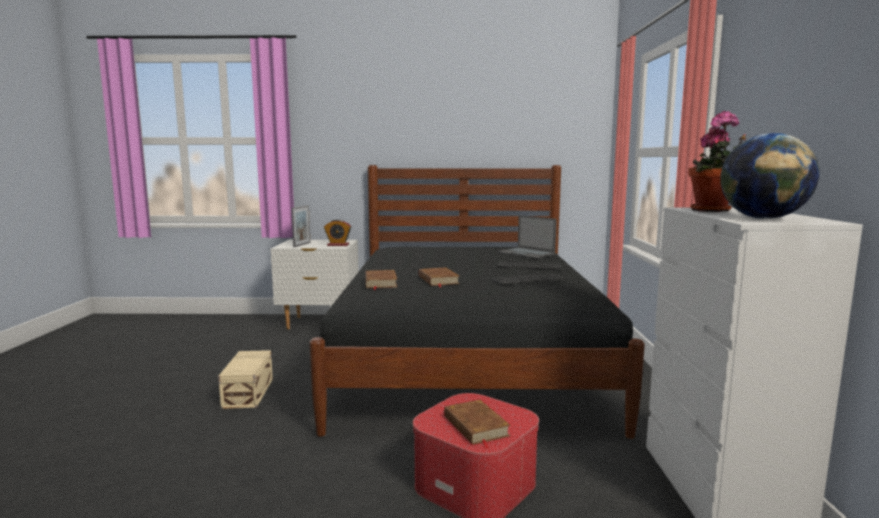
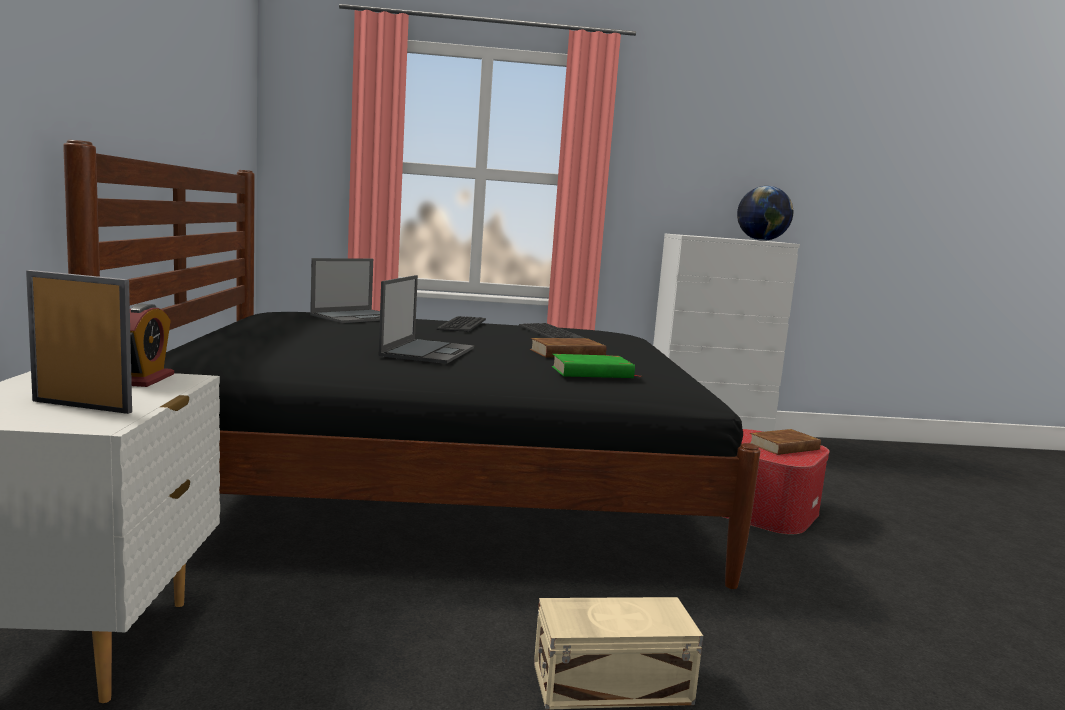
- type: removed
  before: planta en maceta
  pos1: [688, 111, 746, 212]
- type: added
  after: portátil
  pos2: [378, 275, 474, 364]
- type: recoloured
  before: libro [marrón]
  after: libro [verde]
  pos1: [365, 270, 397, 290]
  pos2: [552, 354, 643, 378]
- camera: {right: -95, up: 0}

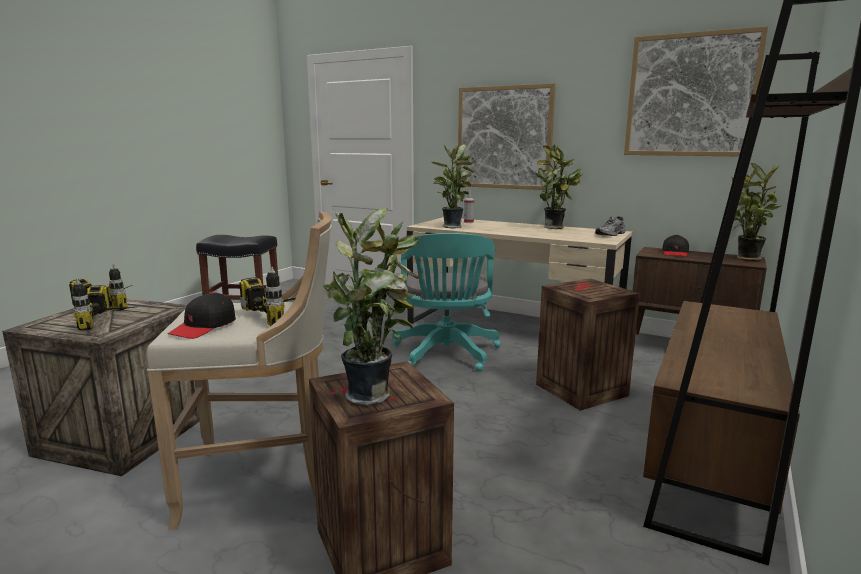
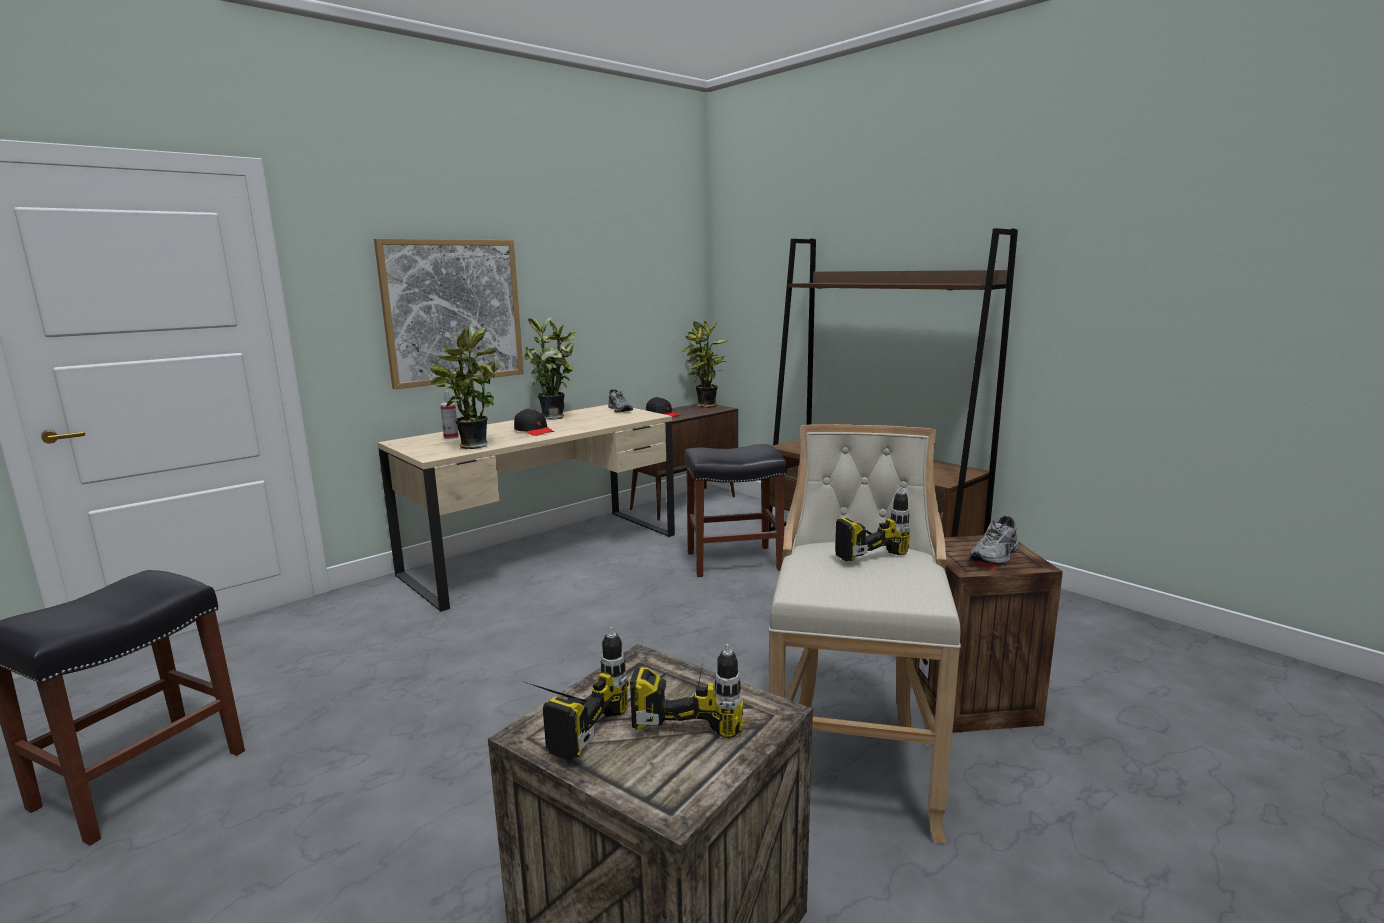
- type: removed
  before: silla de oficina [turquesa]
  pos1: [392, 233, 501, 372]
- type: removed
  before: cuadro
  pos1: [624, 26, 768, 156]
- type: moved
  before: gorra [negro]
  pos1: [168, 292, 236, 339]
  pos2: [514, 409, 554, 436]
- type: replaced
  before: planta en maceta
  after: zapato [gris]
  pos1: [323, 208, 423, 405]
  pos2: [969, 516, 1019, 564]
- type: replaced
  before: caja de embalaje
  after: taburete [negro]
  pos1: [536, 279, 640, 411]
  pos2: [684, 444, 787, 577]
- camera: {right: -70, up: 0}

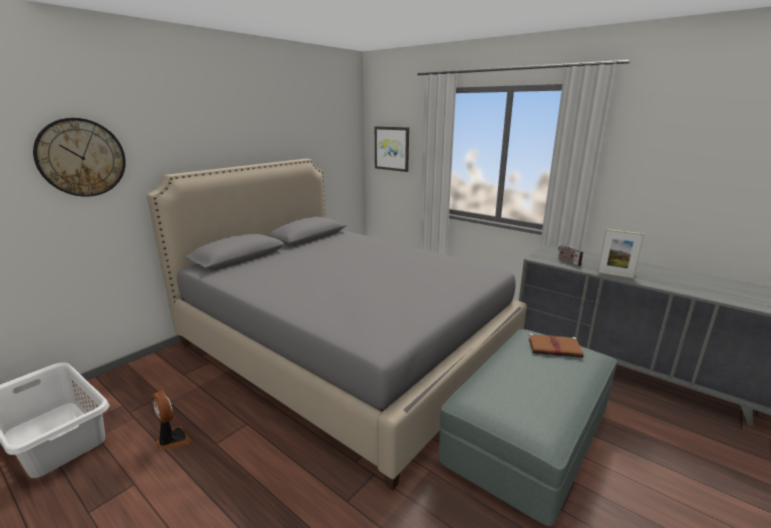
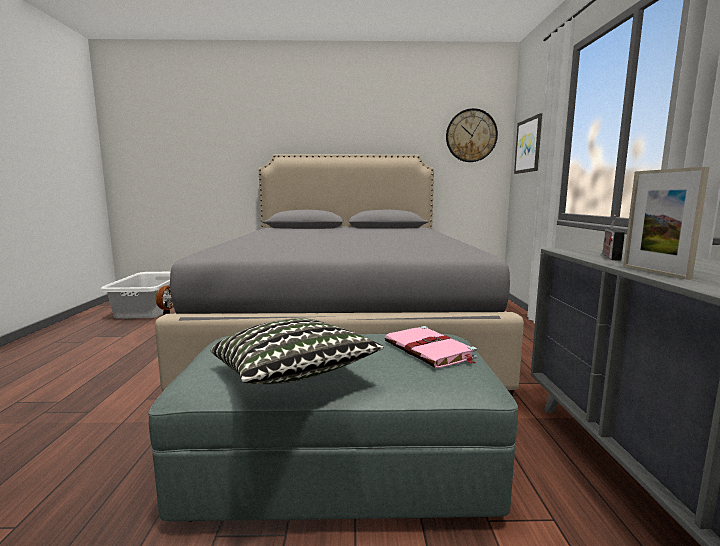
- type: added
  after: cojín
  pos2: [211, 318, 384, 384]
- type: moved
  before: reloj de pared
  pos1: [33, 118, 126, 197]
  pos2: [446, 108, 498, 162]
- type: recoloured
  before: libro [marrón]
  after: libro [rosa]
  pos1: [528, 333, 584, 358]
  pos2: [385, 326, 477, 368]
- camera: {right: 50, up: -10}

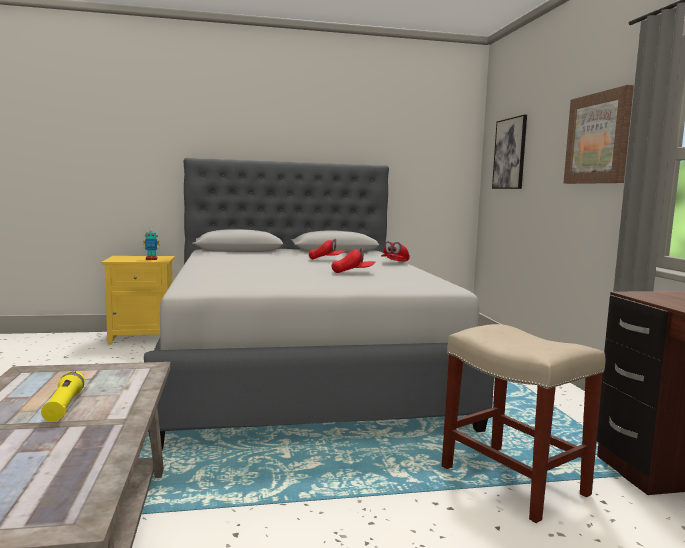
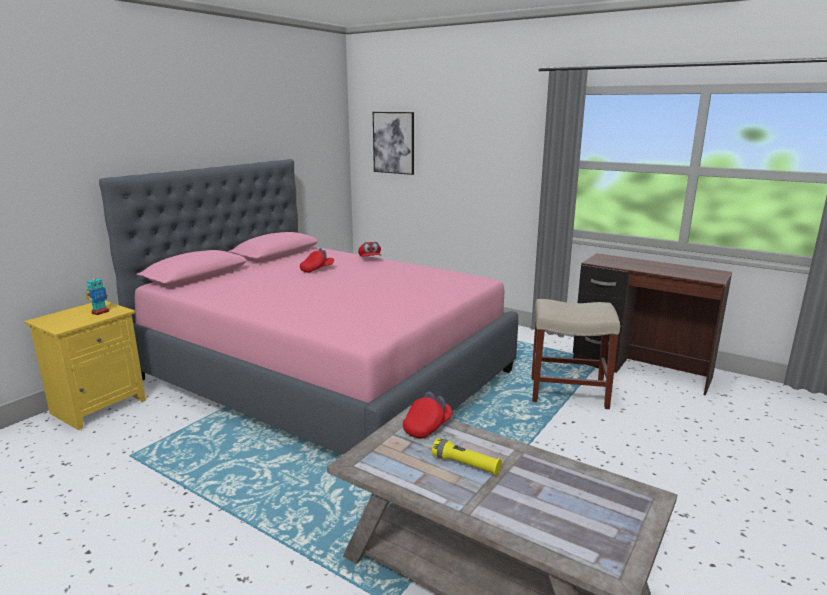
- type: removed
  before: cuadro
  pos1: [564, 85, 634, 184]
- type: moved
  before: gorra [rojo]
  pos1: [332, 247, 375, 273]
  pos2: [403, 392, 452, 439]
- type: recoloured
  before: cama [gris]
  after: cama [rosa]
  pos1: [144, 158, 494, 450]
  pos2: [99, 159, 518, 455]
- camera: {right: -45, up: 10}

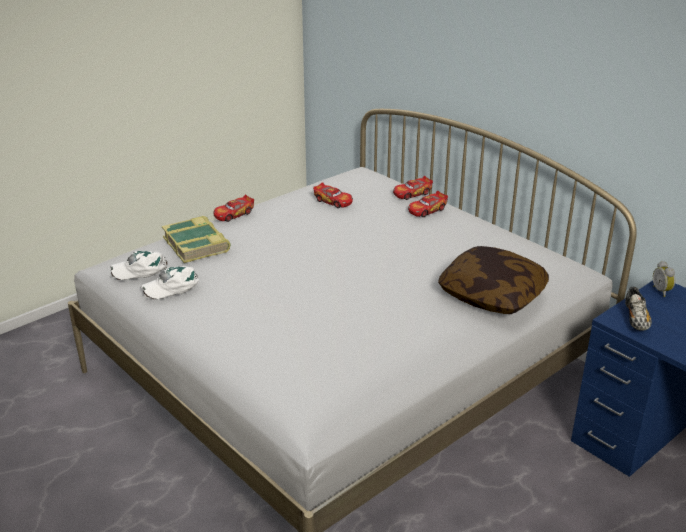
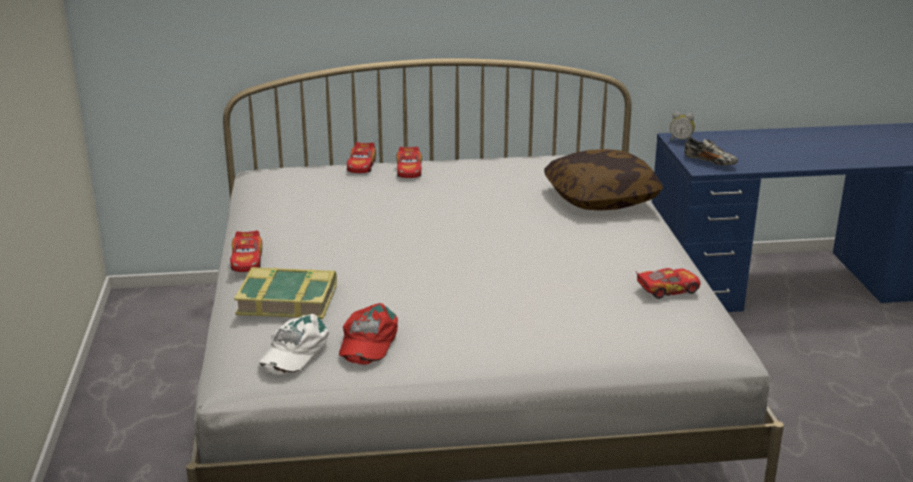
- type: moved
  before: coche de juguete
  pos1: [313, 182, 353, 208]
  pos2: [636, 268, 701, 299]
- type: recoloured
  before: gorra [blanco]
  after: gorra [rojo]
  pos1: [141, 266, 199, 299]
  pos2: [339, 303, 398, 365]
- camera: {right: -55, up: -5}

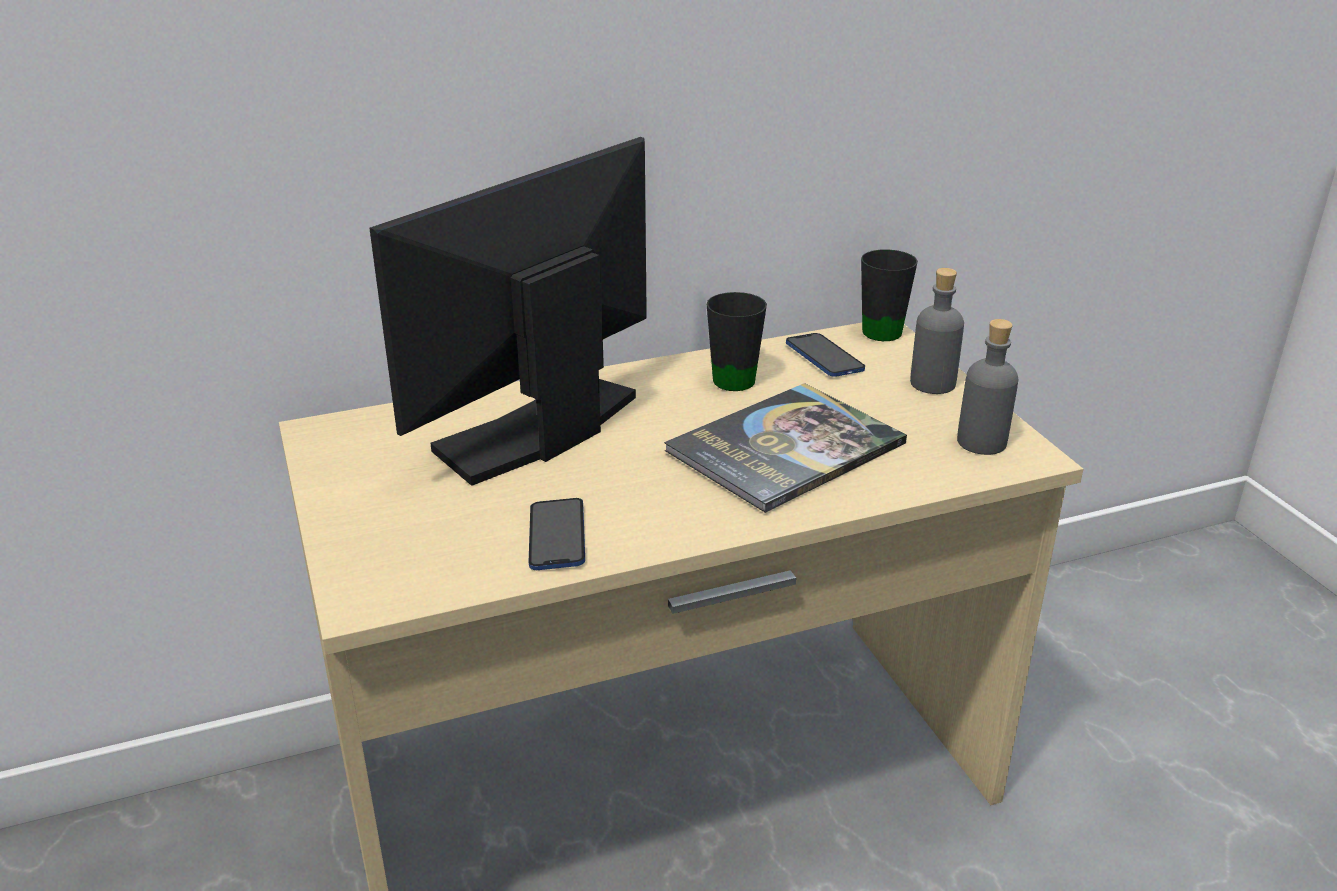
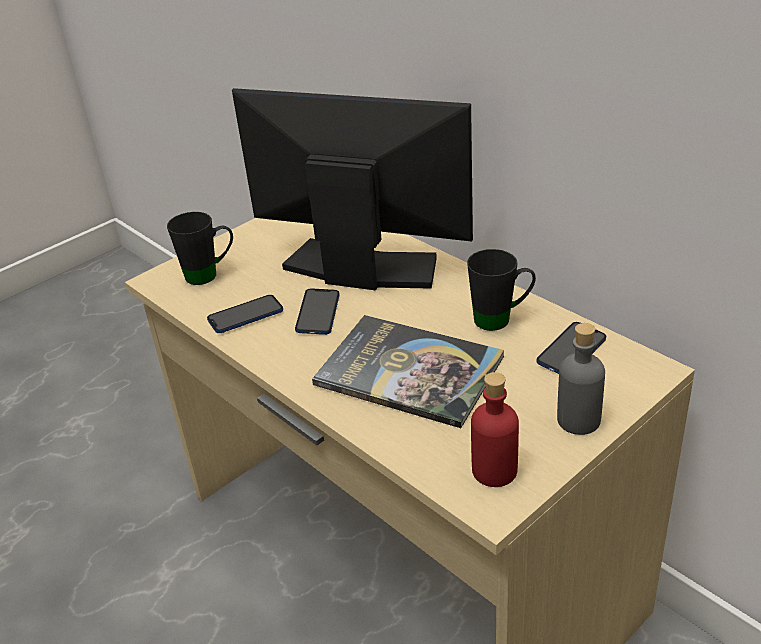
- type: added
  after: móvil
  pos2: [295, 288, 340, 335]
- type: moved
  before: taza grande [negro]
  pos1: [861, 249, 918, 341]
  pos2: [167, 212, 233, 285]
- type: recoloured
  before: botella [gris]
  after: botella [rojo]
  pos1: [957, 319, 1019, 455]
  pos2: [471, 372, 519, 487]
- camera: {right: 70, up: 5}

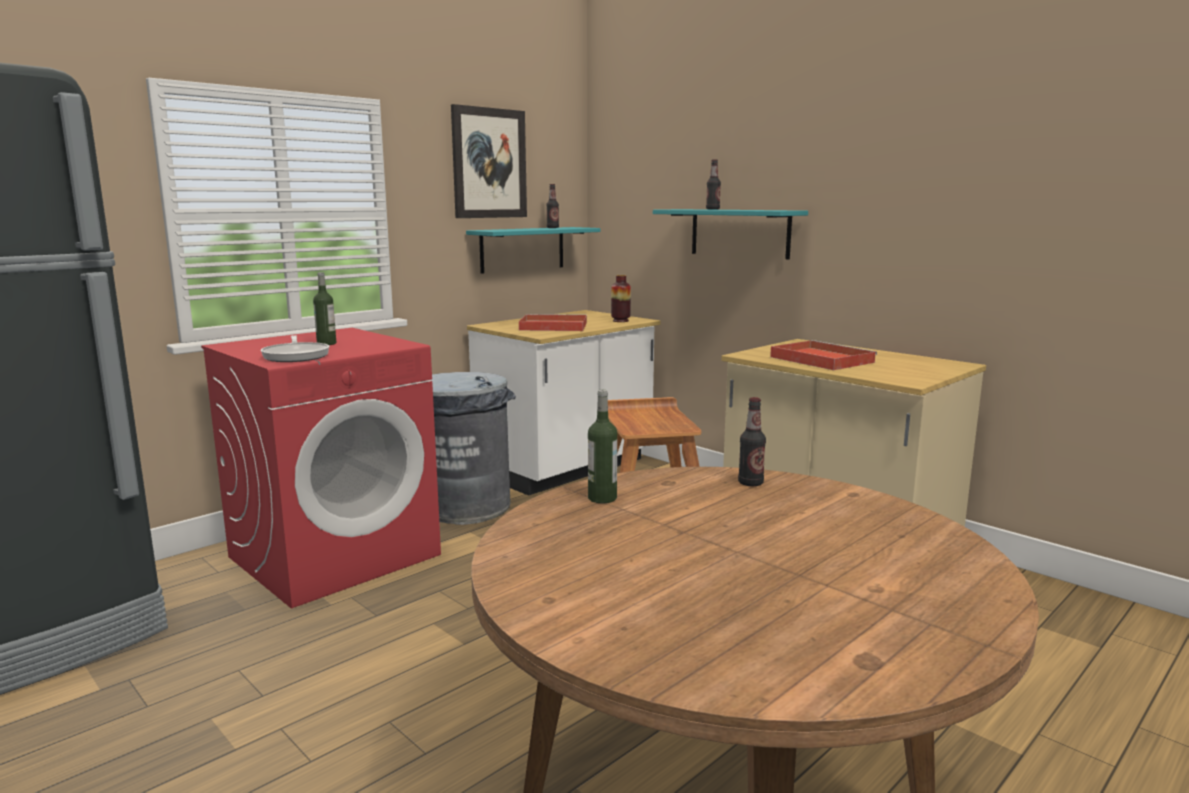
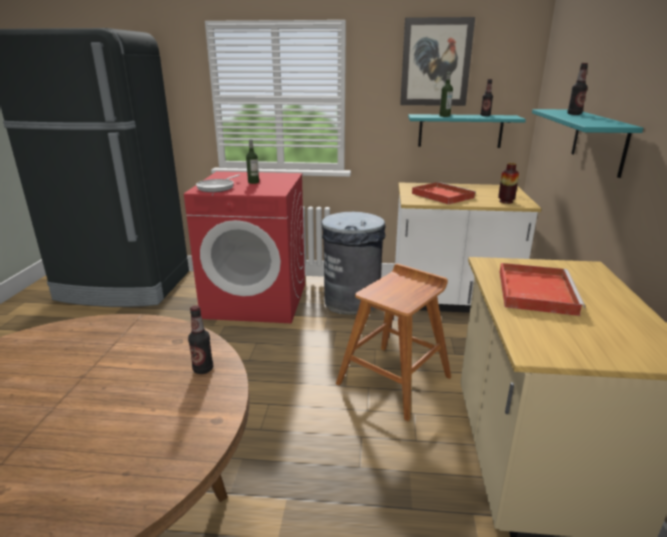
- type: moved
  before: botella
  pos1: [588, 390, 617, 503]
  pos2: [439, 71, 453, 117]
- camera: {right: 50, up: 10}

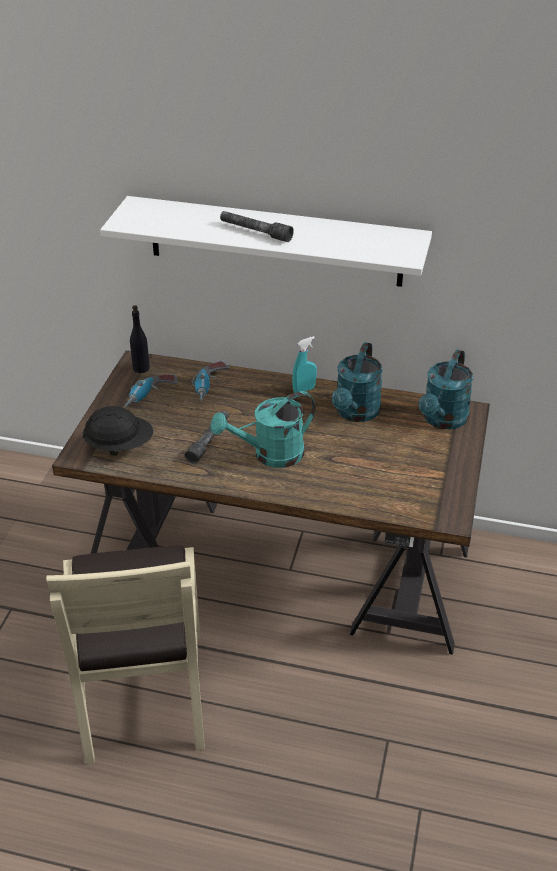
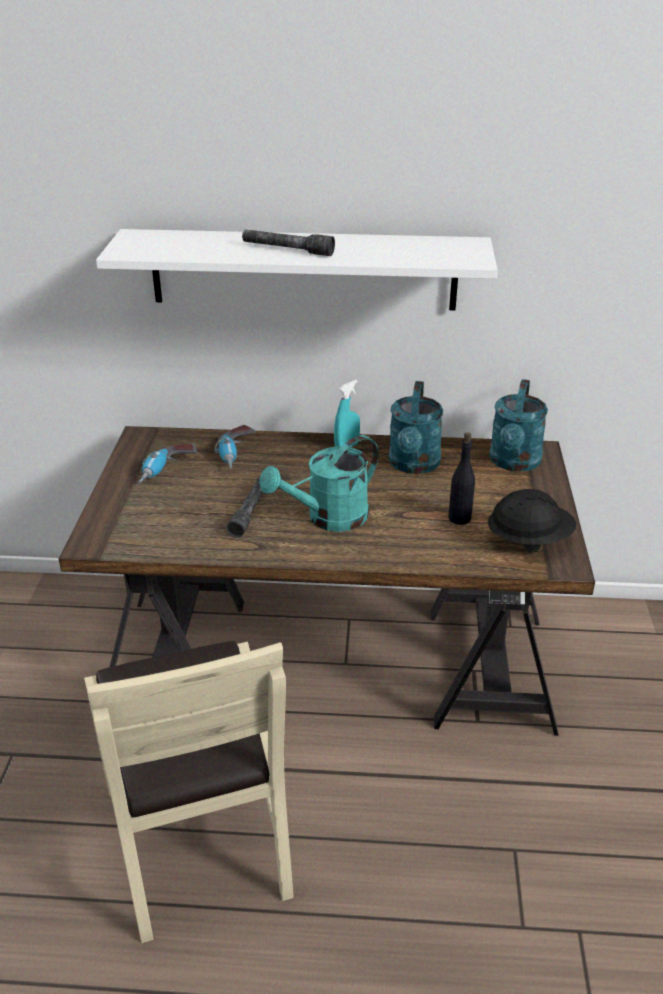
- type: moved
  before: casco [negro]
  pos1: [83, 406, 153, 456]
  pos2: [488, 489, 576, 553]
- type: moved
  before: botella [negro]
  pos1: [130, 305, 150, 373]
  pos2: [448, 432, 475, 525]
- camera: {right: -10, up: -5}

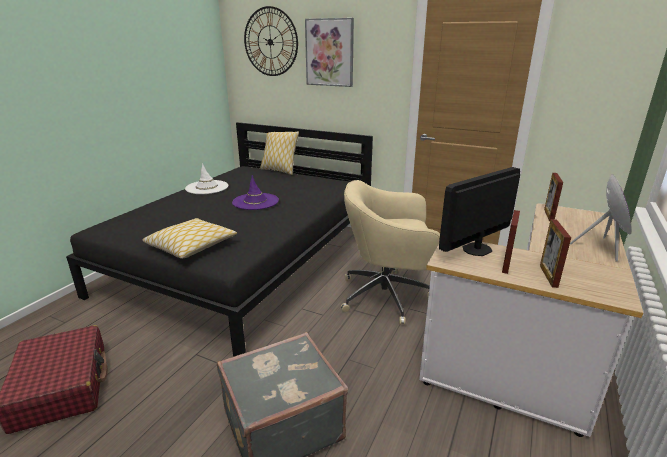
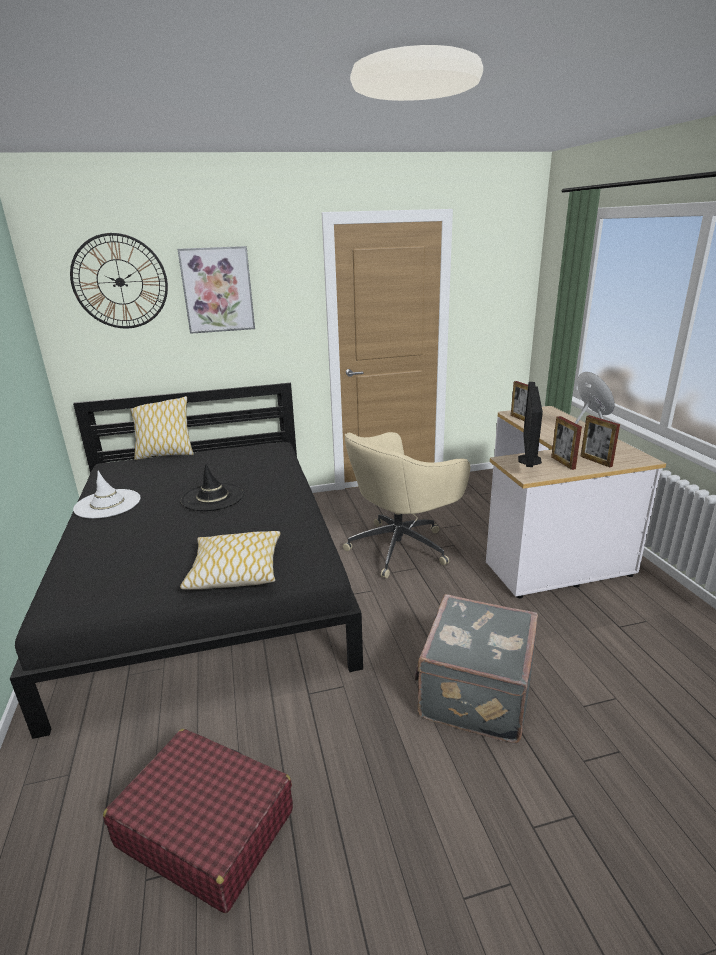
- type: recoloured
  before: sombrero [morado]
  after: sombrero [negro]
  pos1: [232, 175, 279, 210]
  pos2: [181, 463, 244, 511]
- camera: {right: -40, up: 0}

